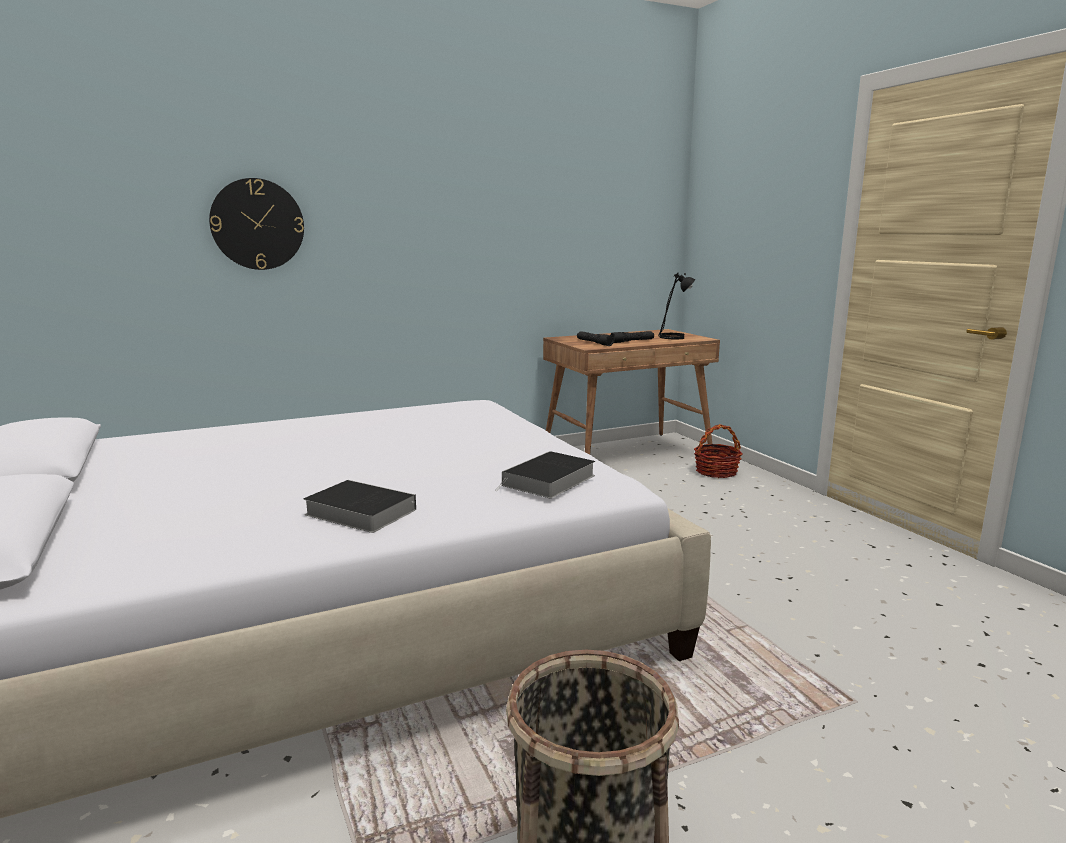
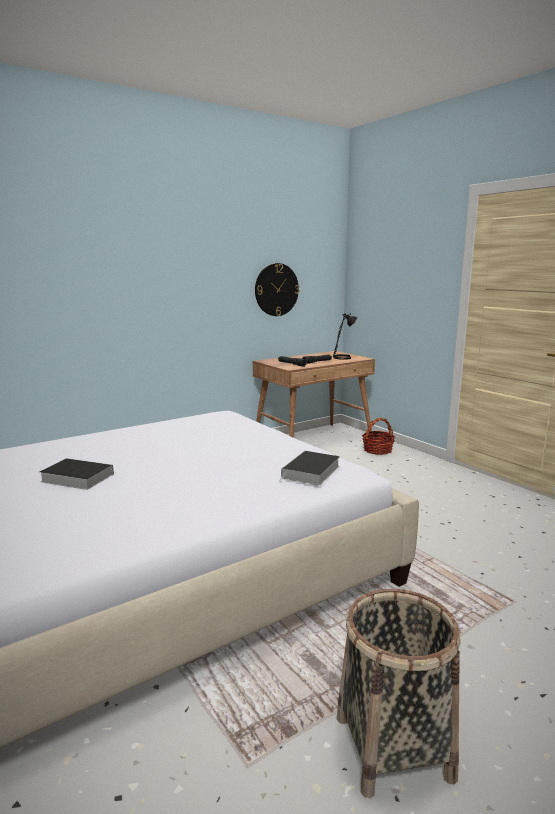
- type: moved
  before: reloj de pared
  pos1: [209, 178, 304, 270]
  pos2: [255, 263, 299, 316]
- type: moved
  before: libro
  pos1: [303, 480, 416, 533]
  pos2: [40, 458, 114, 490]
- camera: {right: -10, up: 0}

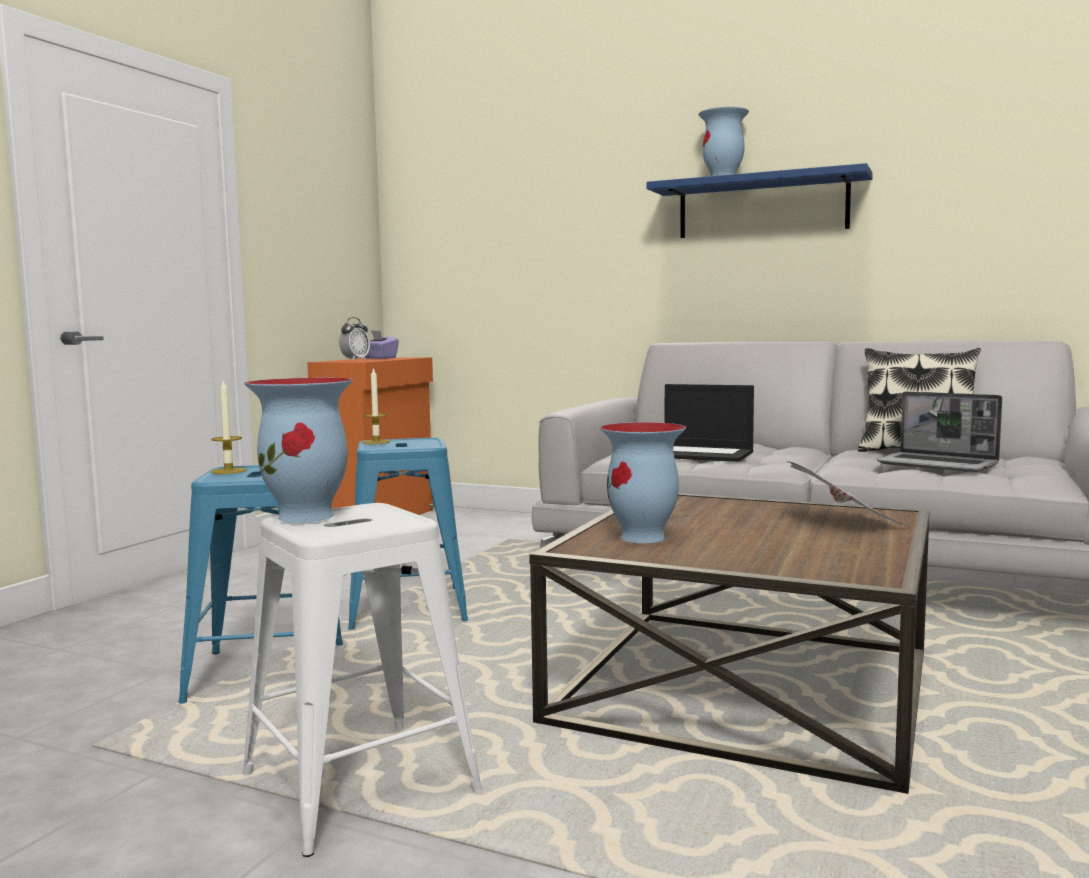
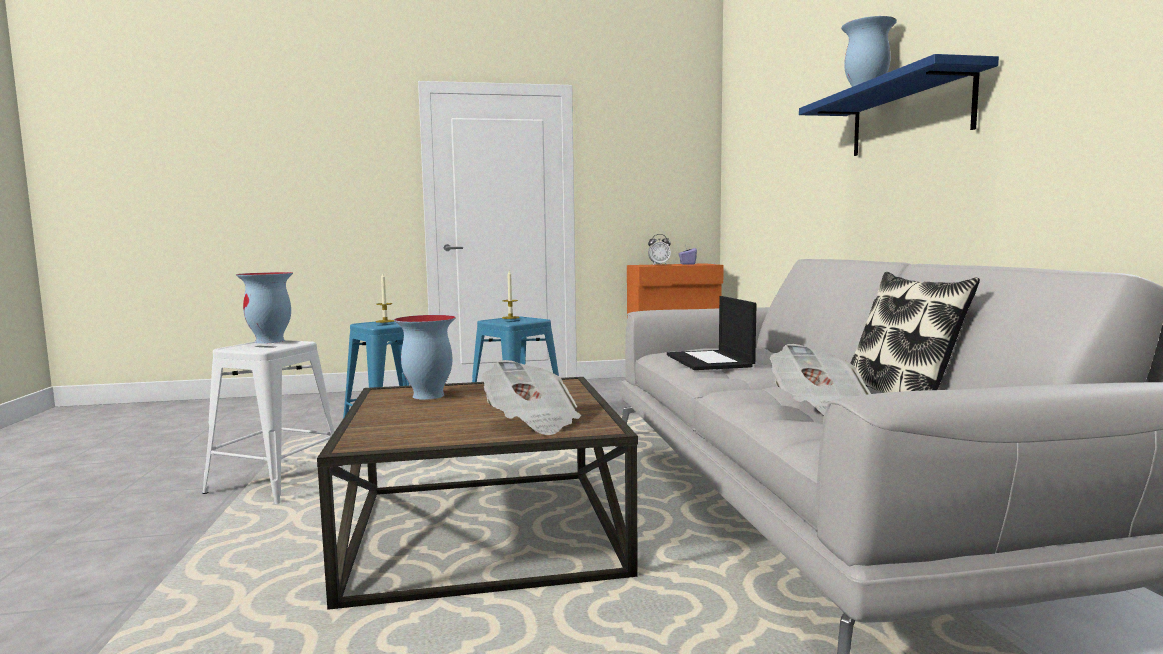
- type: replaced
  before: portátil
  after: periódico
  pos1: [877, 391, 1002, 472]
  pos2: [770, 344, 871, 415]
- camera: {right: 55, up: 0}

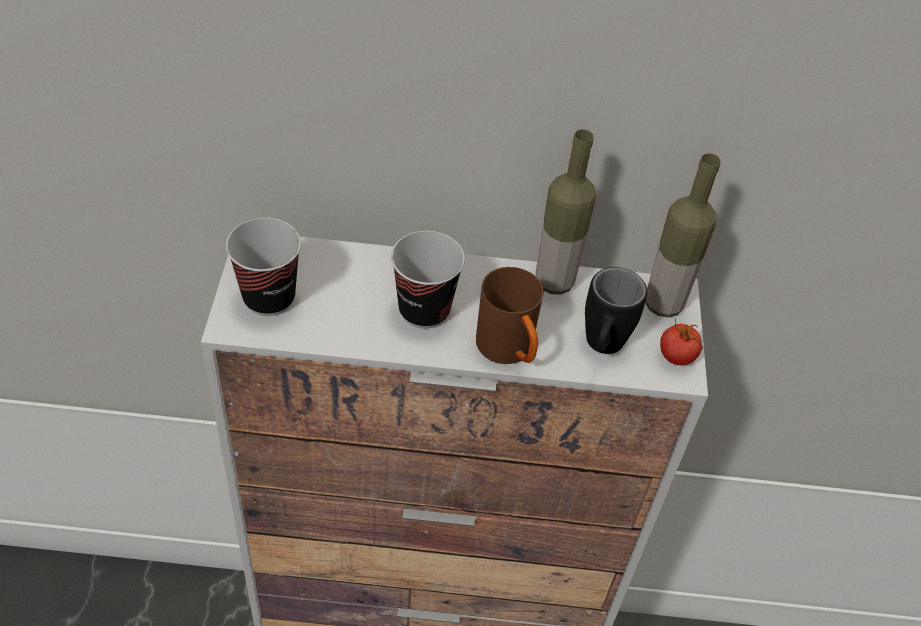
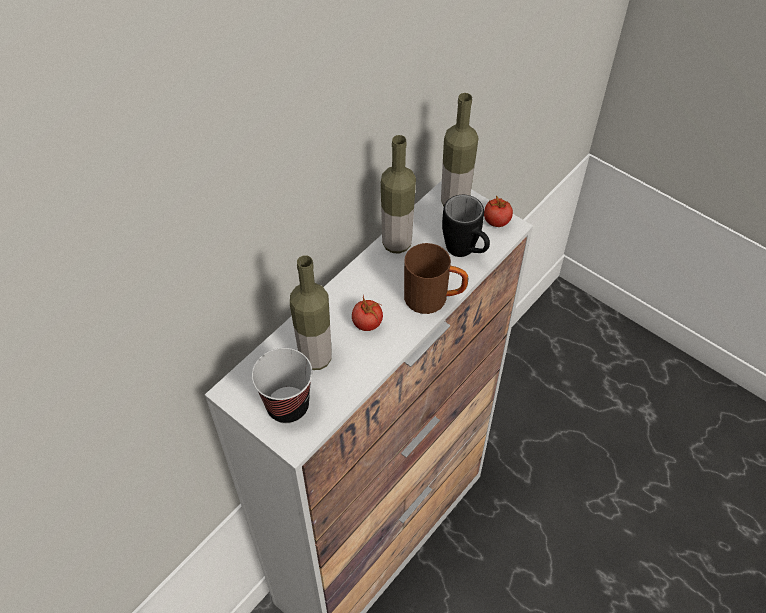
- type: added
  after: botella
  pos2: [290, 255, 332, 370]
- type: replaced
  before: taza
  after: tomate
  pos1: [391, 231, 465, 329]
  pos2: [352, 295, 383, 331]
- camera: {right: -50, up: 5}

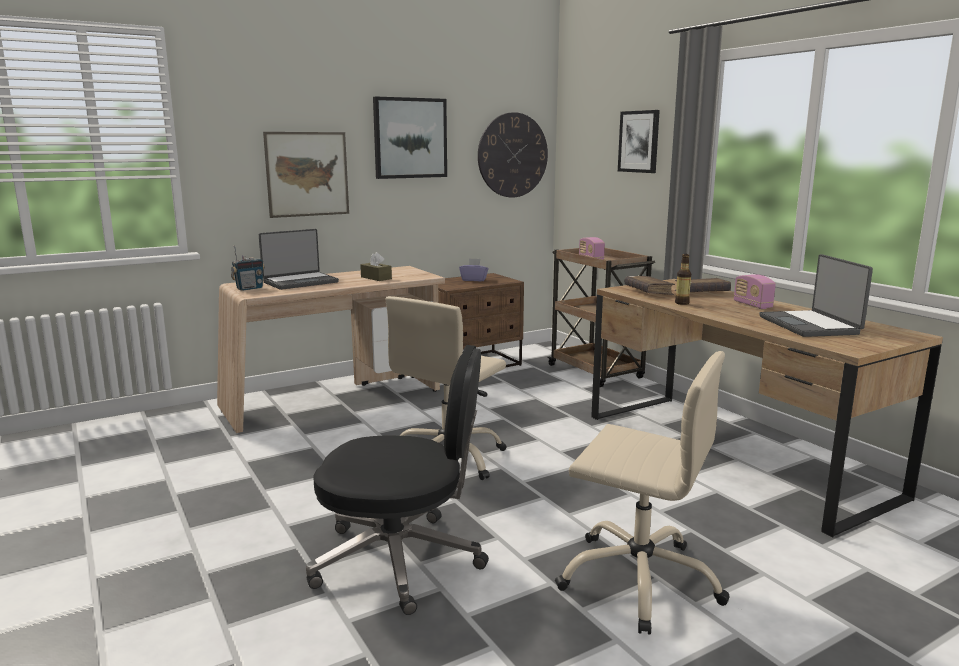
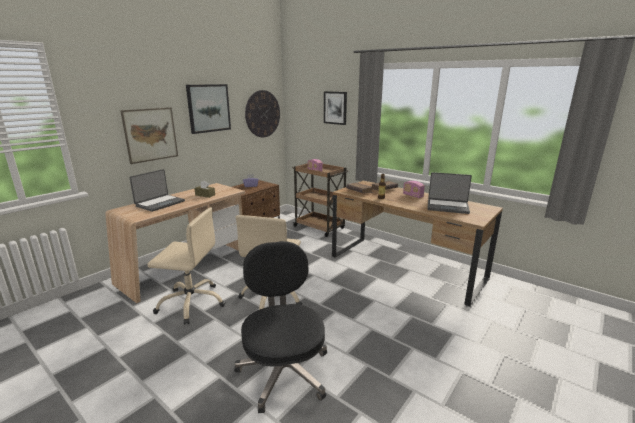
- type: removed
  before: radio
  pos1: [231, 245, 265, 291]
- type: moved
  before: silla de oficina [beis]
  pos1: [555, 351, 730, 634]
  pos2: [147, 207, 226, 325]
- type: turned
  before: silla de oficina [negro]
  pos1: [306, 345, 489, 615]
  pos2: [234, 241, 327, 413]
  turn: -90
- type: turned
  before: portátil
  pos1: [759, 254, 873, 337]
  pos2: [427, 172, 472, 214]
  turn: -45
- camera: {right: -20, up: 5}

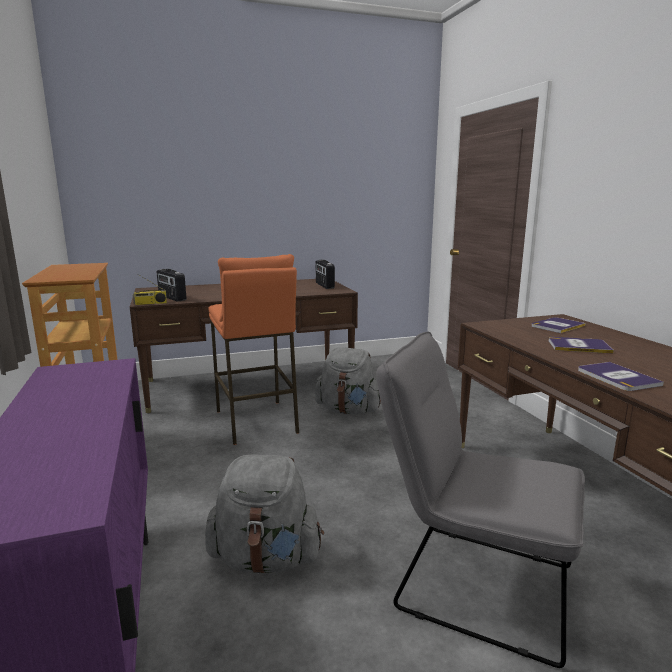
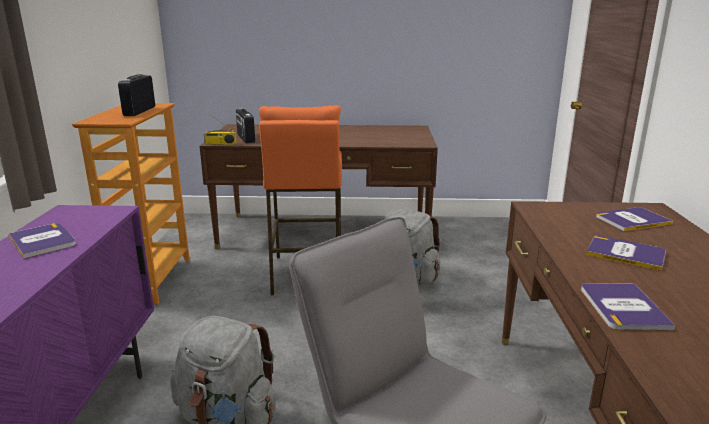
- type: added
  after: libro
  pos2: [8, 223, 76, 259]
- type: moved
  before: radio
  pos1: [316, 260, 335, 289]
  pos2: [118, 75, 155, 116]
- camera: {right: 20, up: 5}

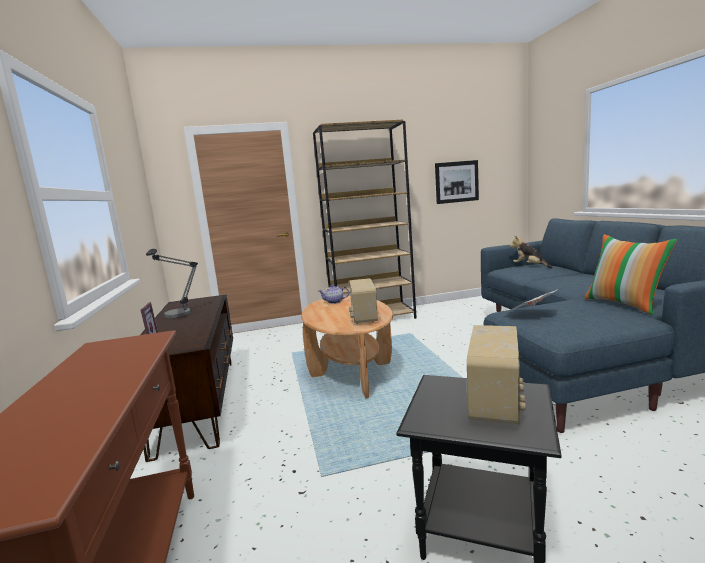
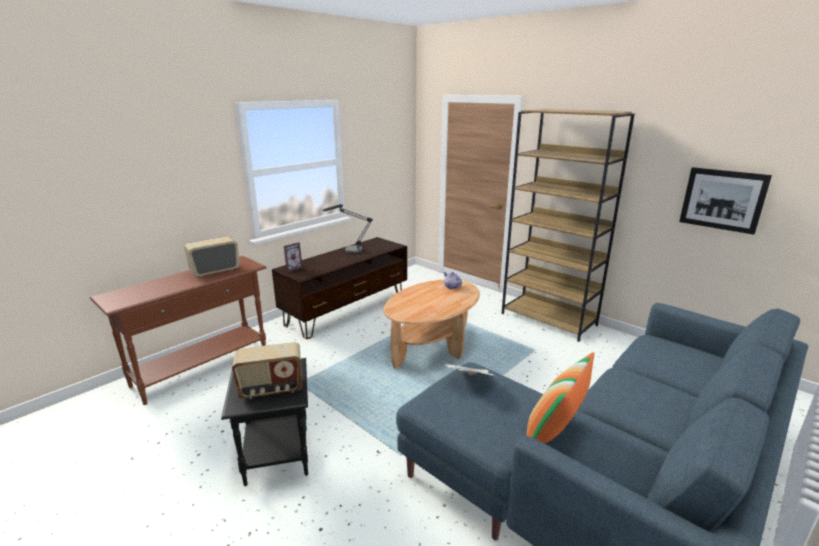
- type: removed
  before: peluche
  pos1: [510, 236, 553, 268]
- type: moved
  before: radio
  pos1: [349, 278, 378, 324]
  pos2: [184, 236, 240, 277]
- camera: {right: 55, up: 10}

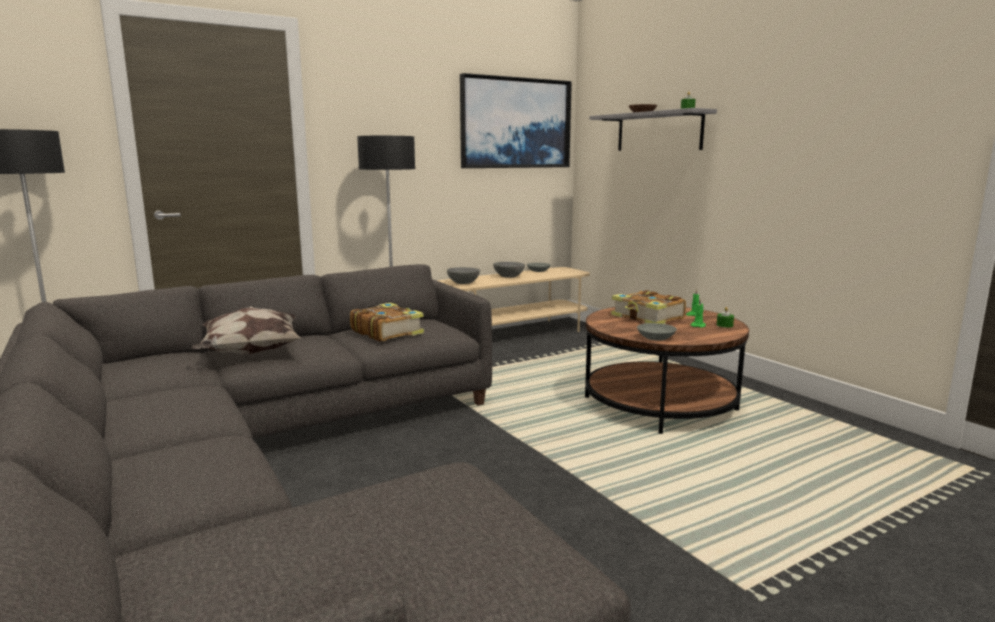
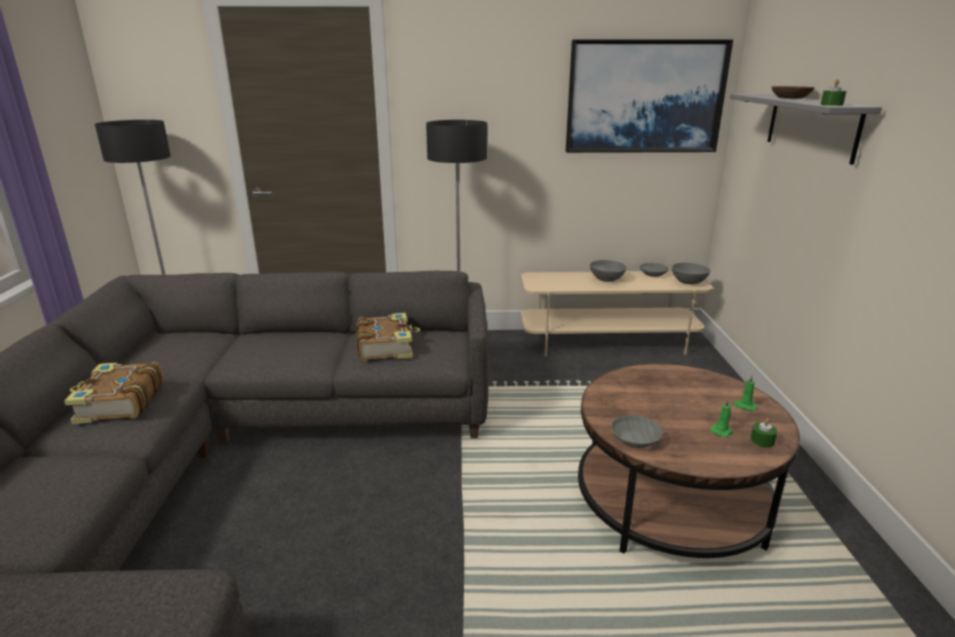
- type: removed
  before: cojín
  pos1: [192, 306, 301, 355]
- type: moved
  before: cuenco [gris]
  pos1: [447, 267, 480, 284]
  pos2: [672, 263, 711, 284]
- type: moved
  before: libro
  pos1: [611, 290, 686, 324]
  pos2: [64, 362, 163, 424]
- camera: {right: 30, up: 10}

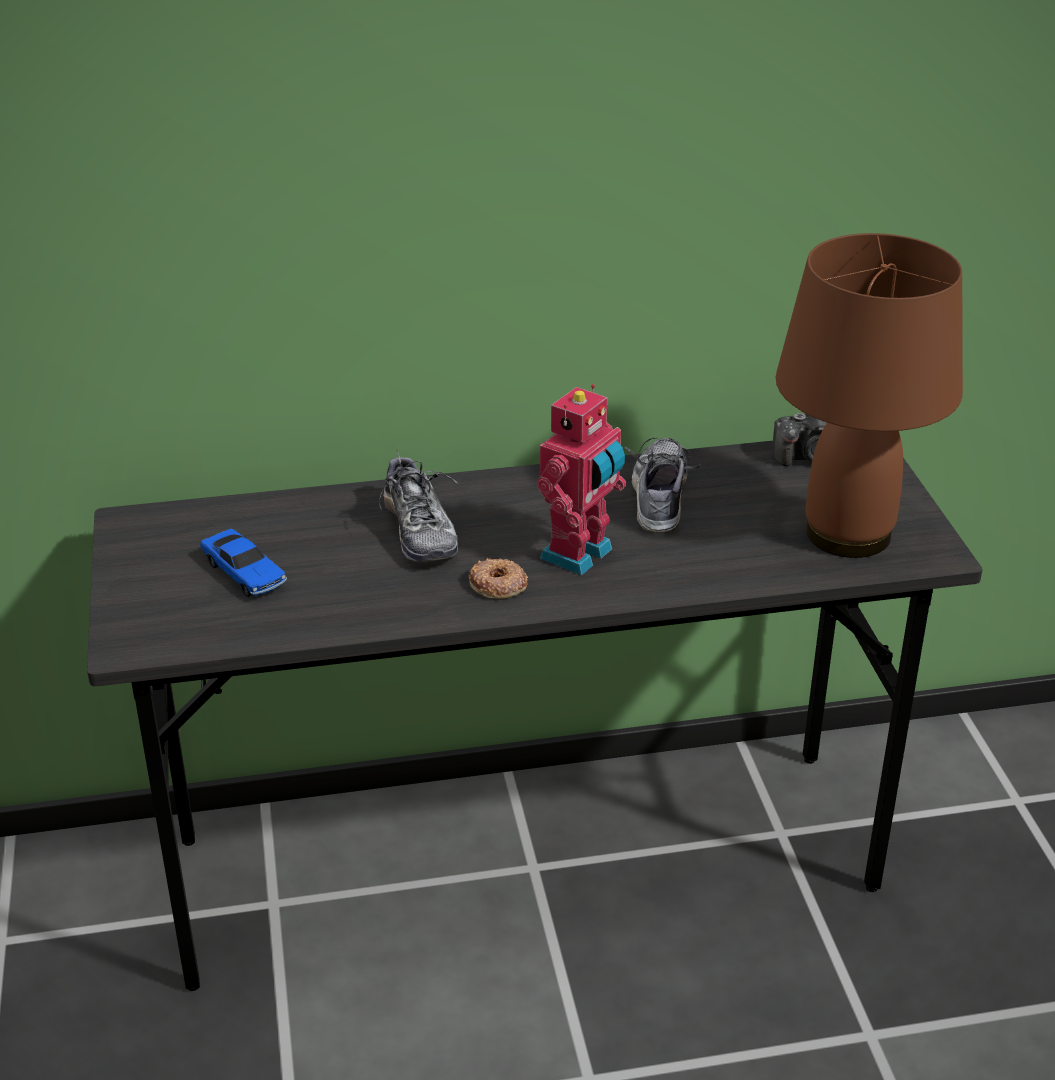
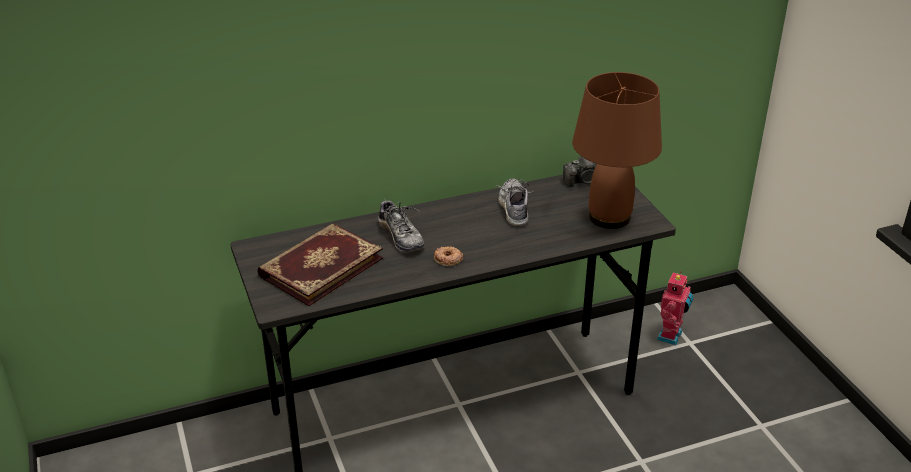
- type: moved
  before: robot de juguete
  pos1: [537, 384, 626, 576]
  pos2: [656, 271, 694, 345]
- type: replaced
  before: coche de juguete
  after: libro
  pos1: [200, 529, 287, 597]
  pos2: [257, 223, 383, 306]
- camera: {right: -10, up: 0}

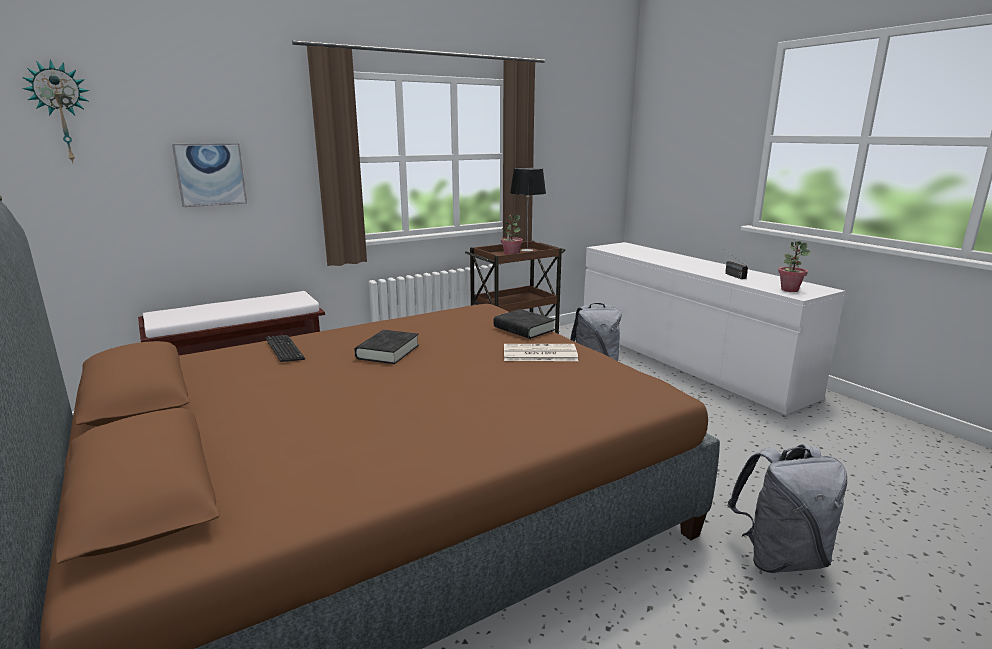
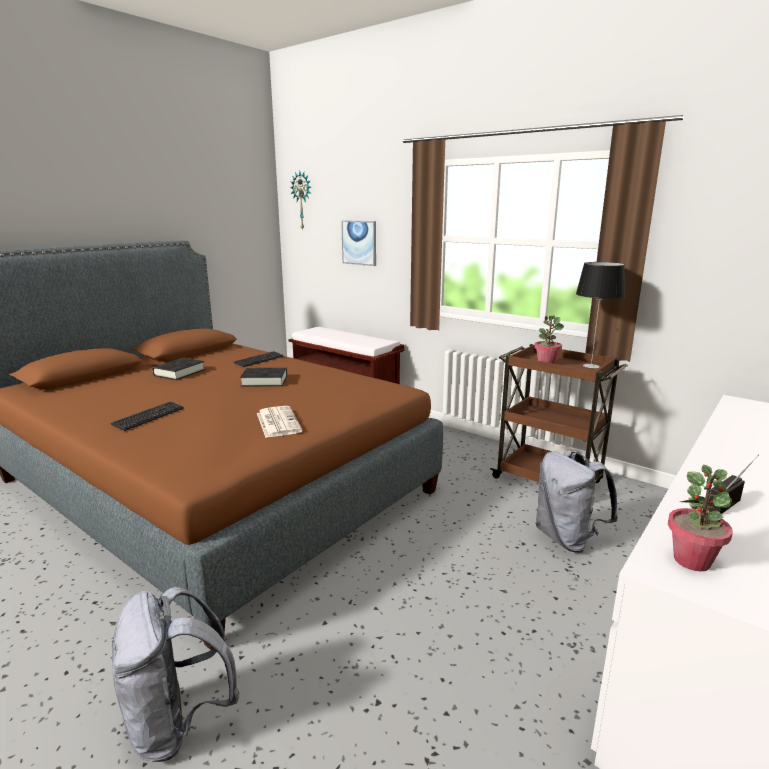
- type: added
  after: teclado
  pos2: [110, 402, 184, 431]
- type: moved
  before: libro [negro]
  pos1: [494, 309, 555, 339]
  pos2: [152, 358, 205, 380]
- camera: {right: 70, up: 0}

